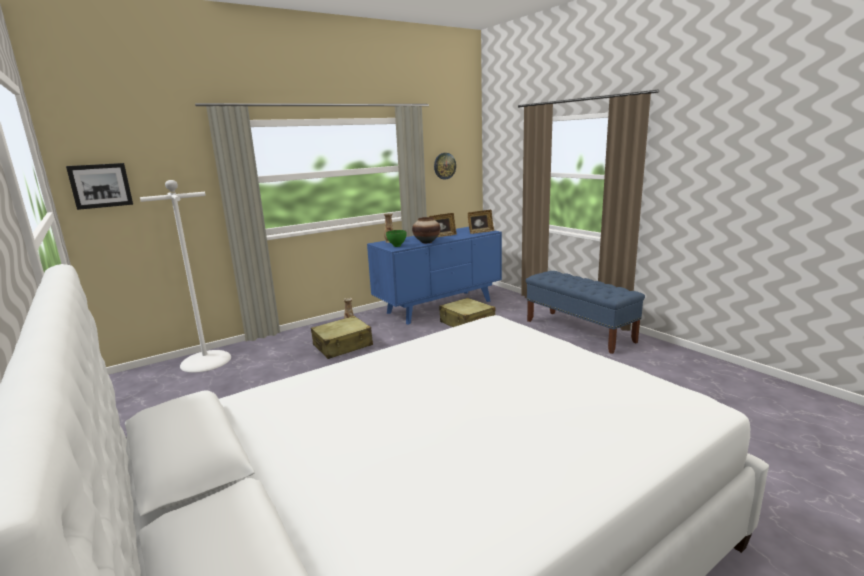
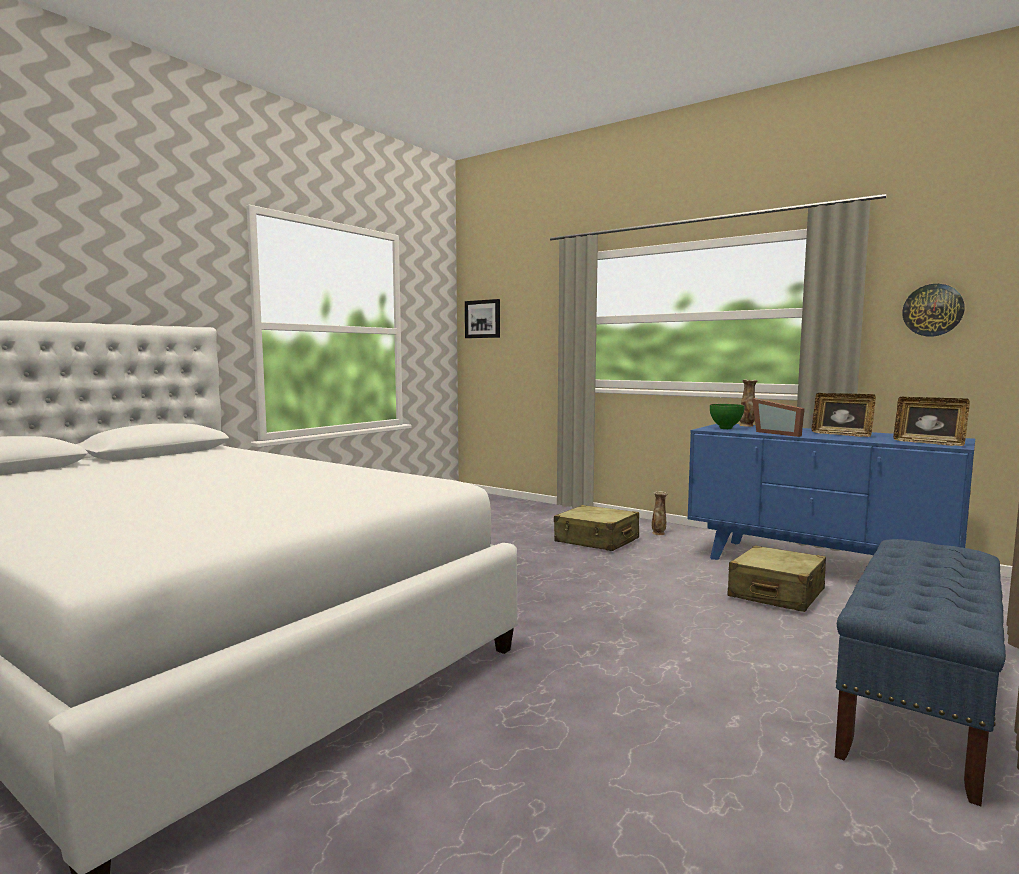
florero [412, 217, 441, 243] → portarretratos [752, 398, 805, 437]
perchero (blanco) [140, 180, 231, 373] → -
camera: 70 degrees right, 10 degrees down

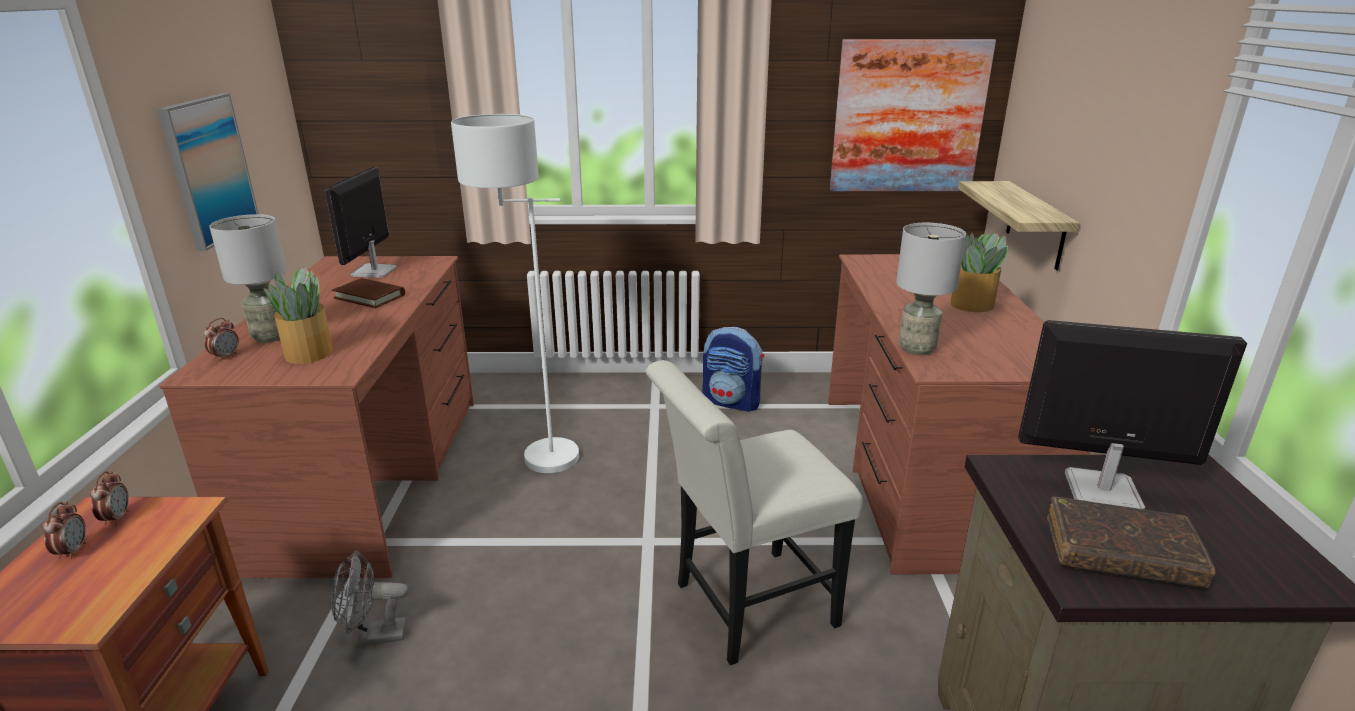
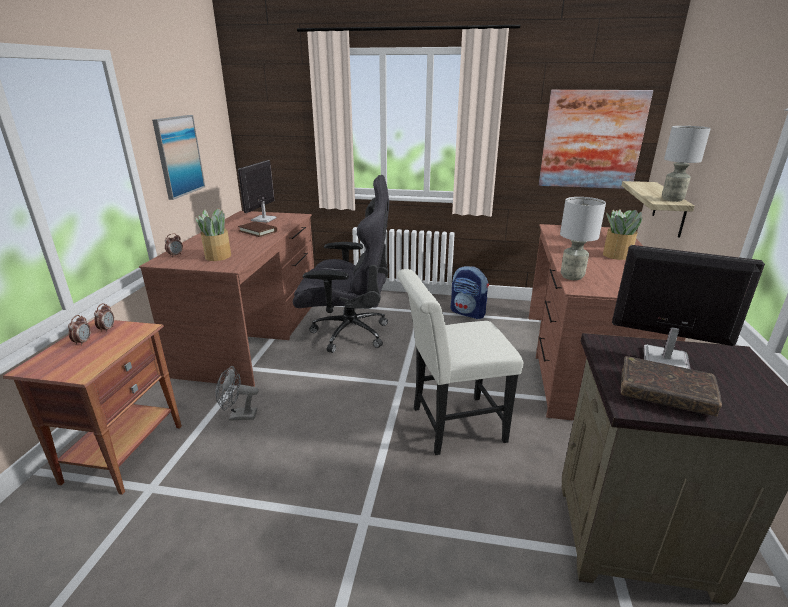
lámpara de pie (blanco) [451, 114, 579, 473] → silla de oficina (negro) [293, 175, 389, 353]
lámpara de mesa (gris) [209, 214, 287, 343] → lámpara de mesa (gris) [662, 126, 711, 202], moved
camera: 10 degrees right, 0 degrees up

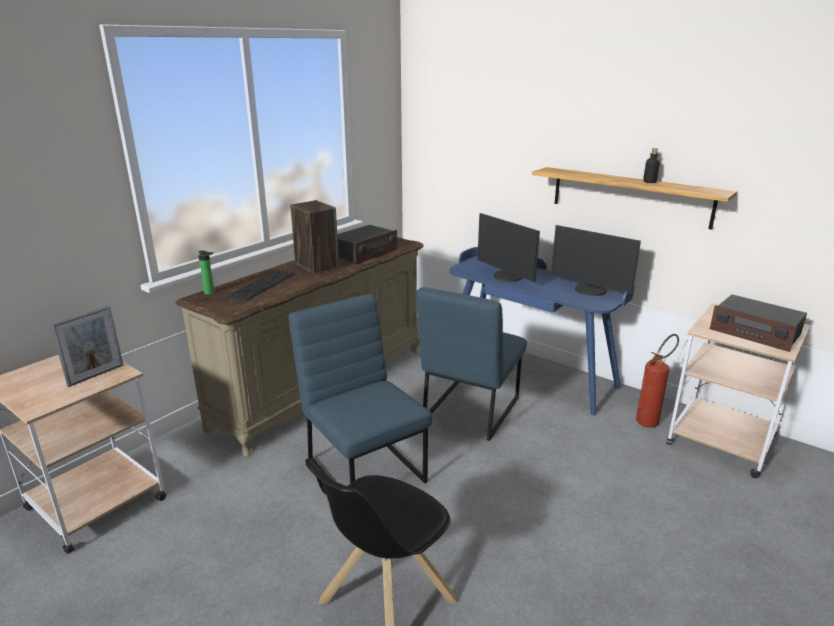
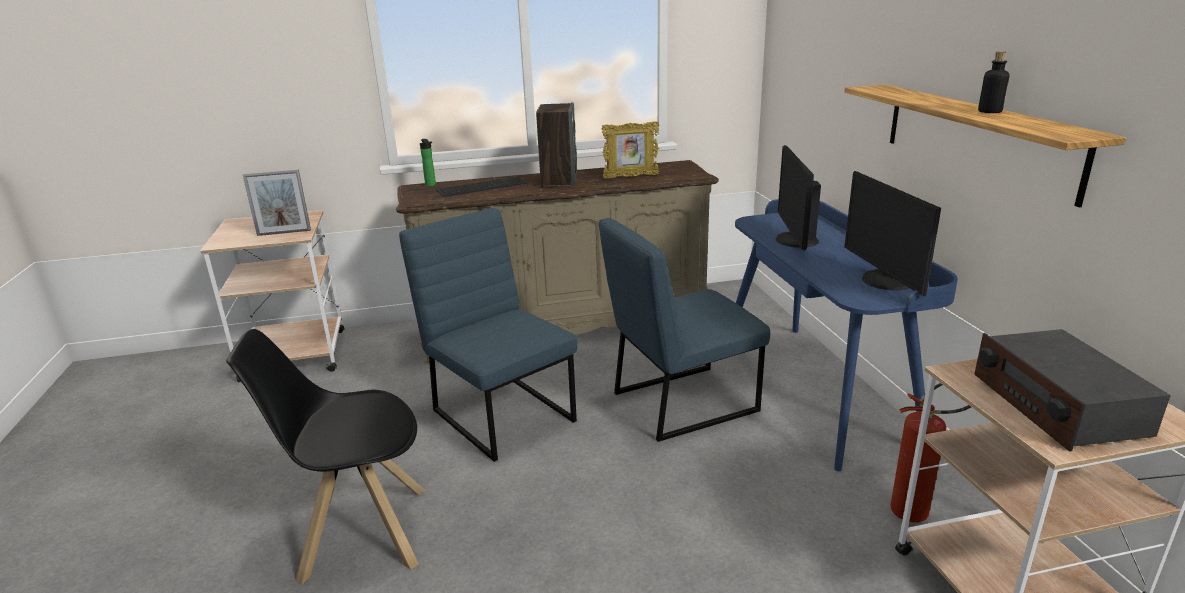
silla (azul) [289, 294, 432, 484] → silla (azul) [399, 208, 578, 462], 45 degrees counterclockwise
radio [337, 225, 397, 264] → portarretratos [602, 121, 659, 179]
camera: 40 degrees right, 0 degrees up

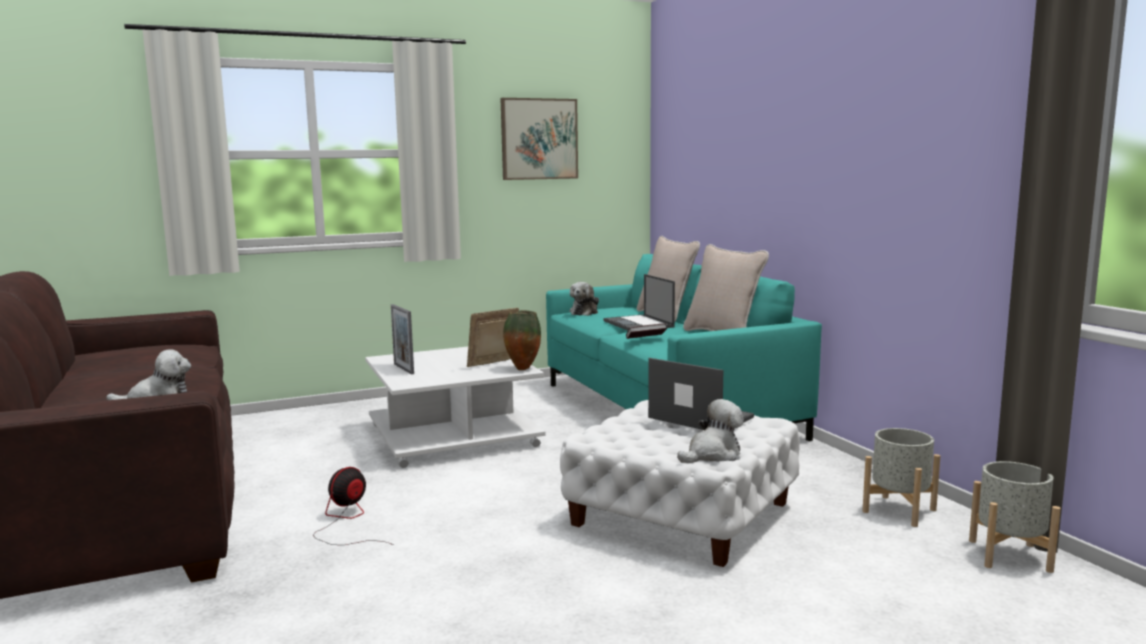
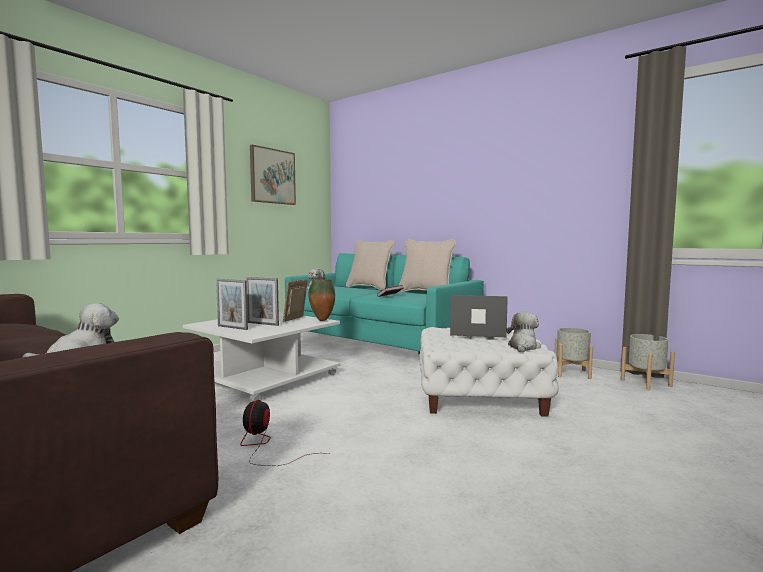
- → portarretratos [246, 277, 279, 326]
portátil [603, 274, 675, 331] → -
camera: 30 degrees left, 5 degrees down

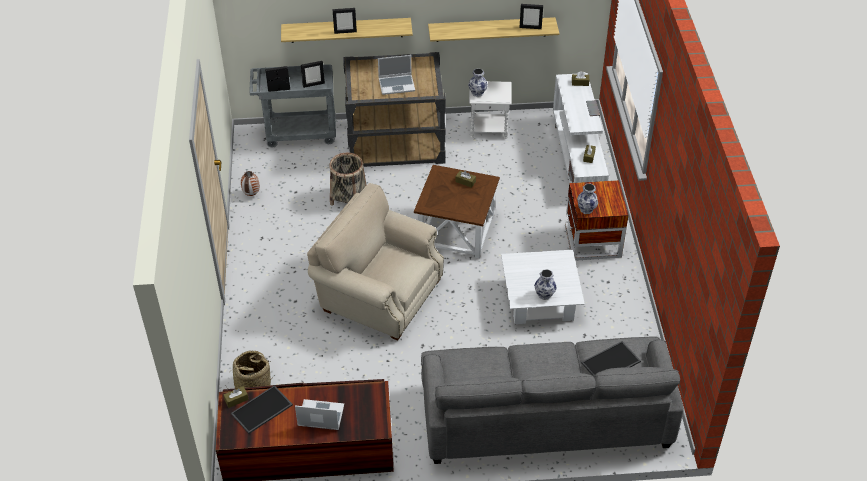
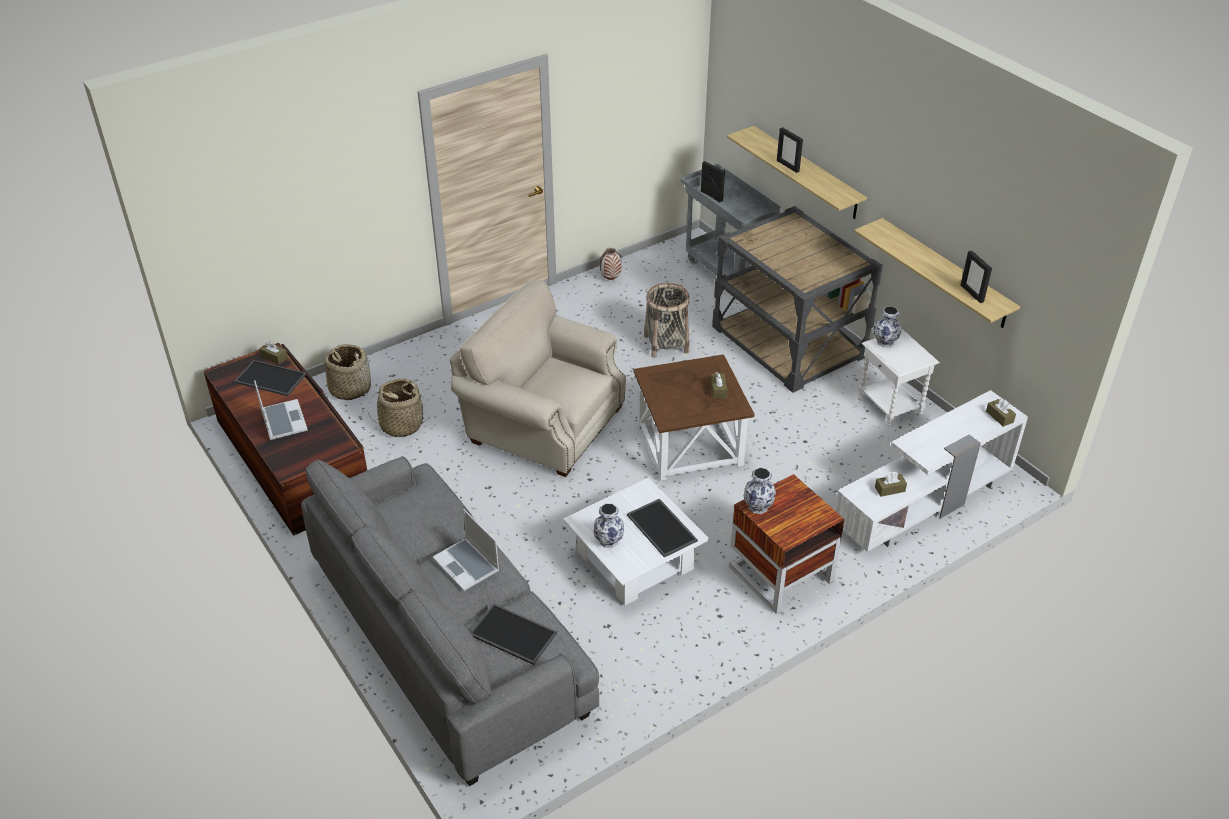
- → cesta [368, 378, 428, 437]
portátil [378, 55, 415, 95] → portátil [433, 509, 499, 591], moved
sillón (beis) [307, 183, 444, 341] → sillón (beis) [450, 278, 626, 477], 60 degrees counterclockwise
- → bandeja [627, 498, 698, 558]
portarretratos [301, 61, 325, 88] → -
camera: 60 degrees right, 5 degrees down

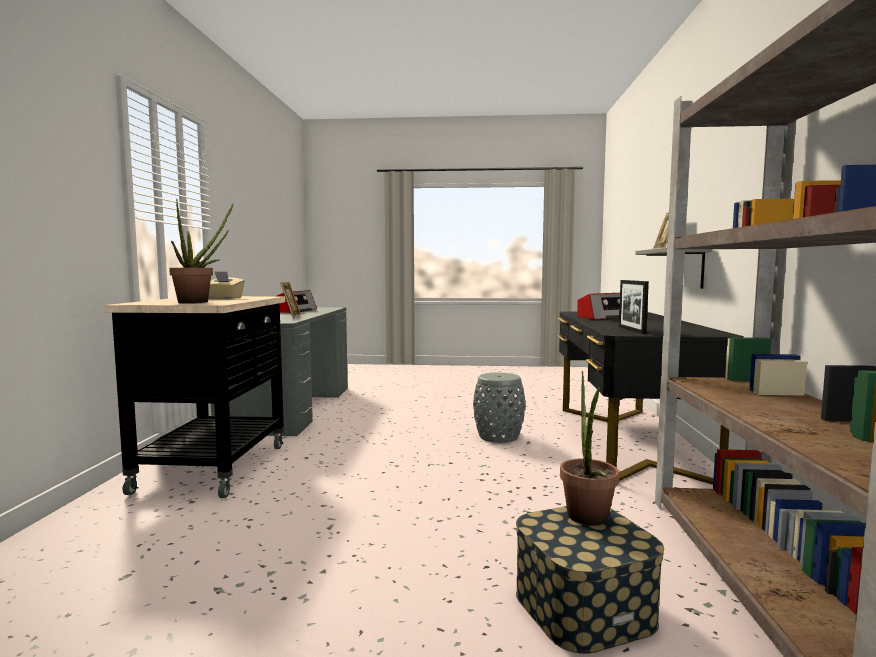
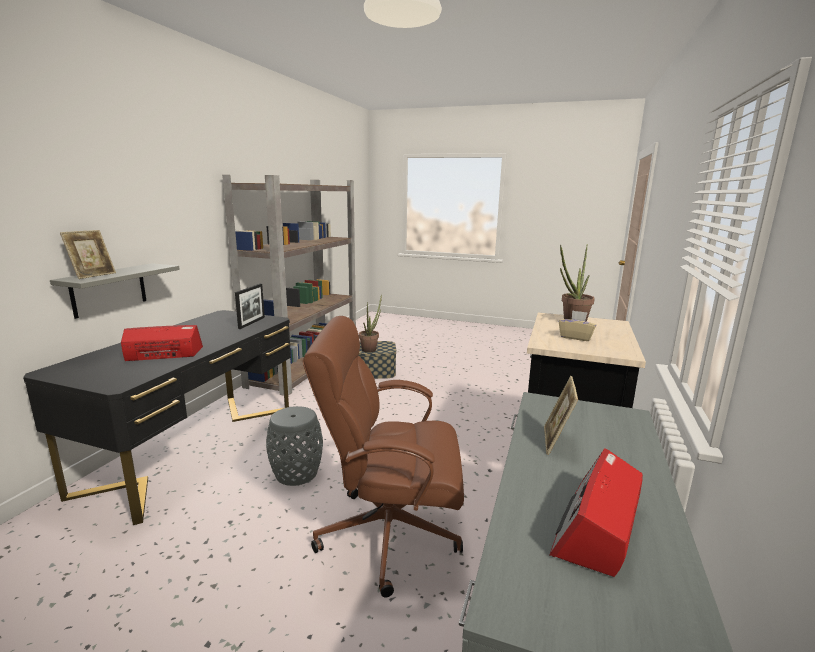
- → silla de oficina (marrón) [303, 316, 464, 598]
camera: 165 degrees left, 10 degrees up

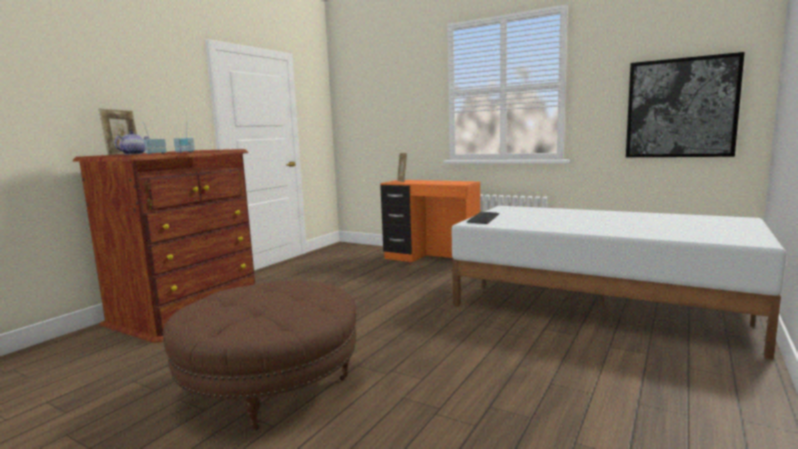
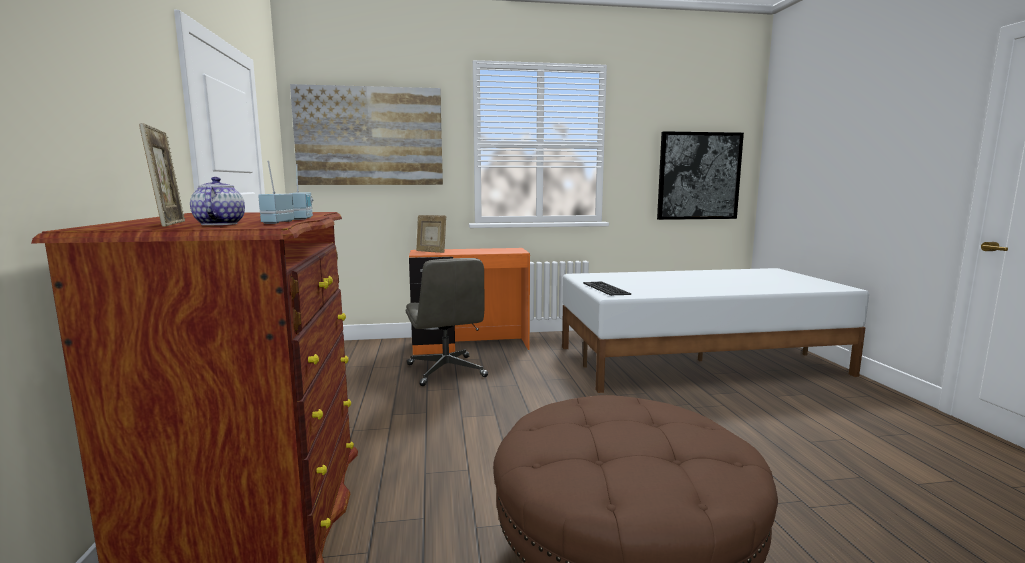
- → cuadro [290, 84, 443, 185]
- → silla de oficina (gris) [406, 258, 488, 386]
camera: 40 degrees left, 0 degrees up

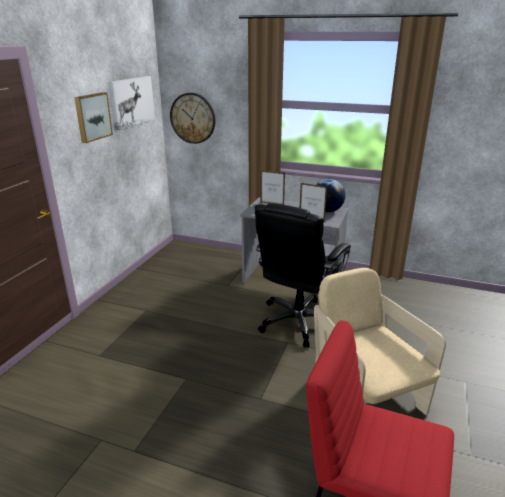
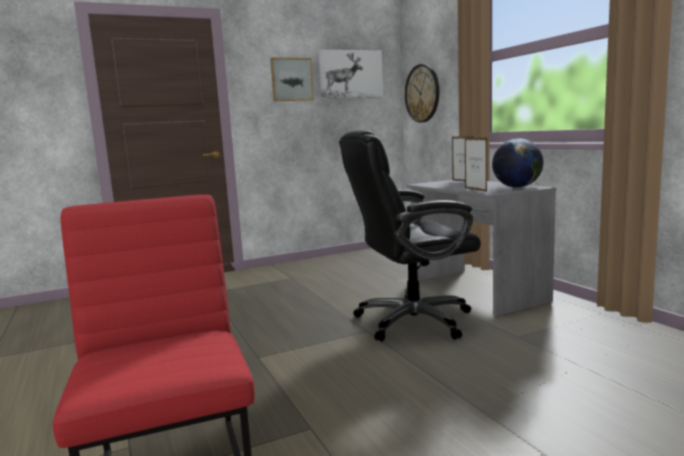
sillón (beis) [314, 268, 446, 415] → -
camera: 45 degrees right, 15 degrees down

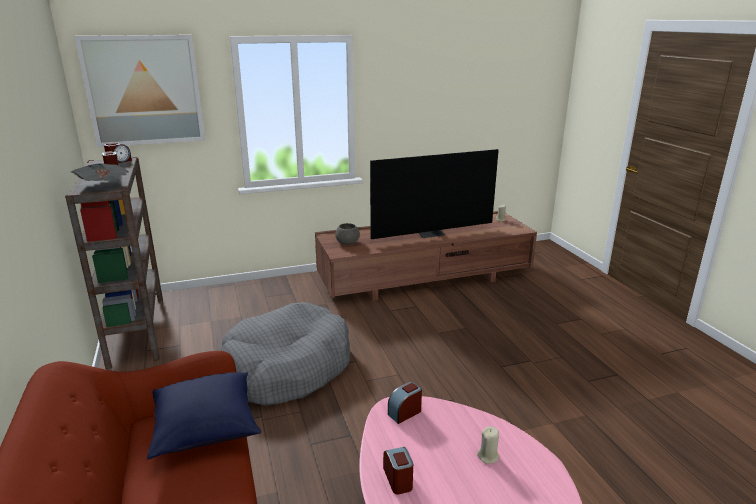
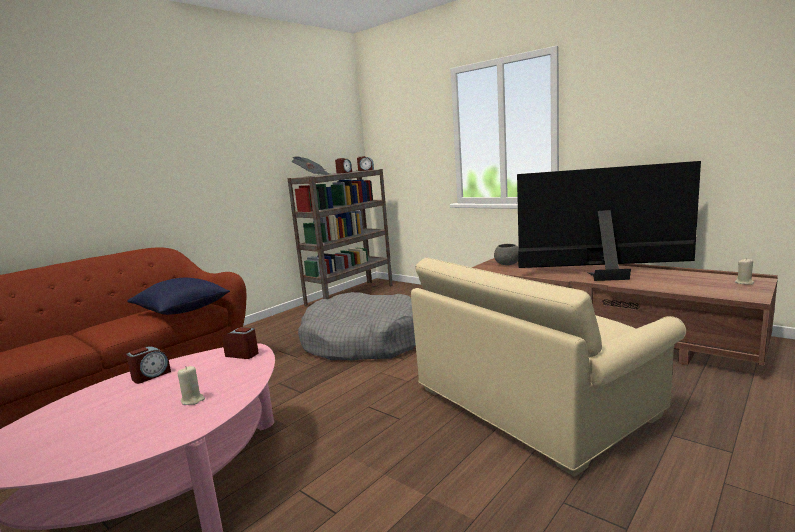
- → sillón (beis) [411, 257, 686, 477]
televisor [370, 149, 499, 239] → televisor [517, 161, 701, 281], 150 degrees clockwise
cuadro [75, 35, 205, 147] → -
camera: 60 degrees right, 10 degrees down

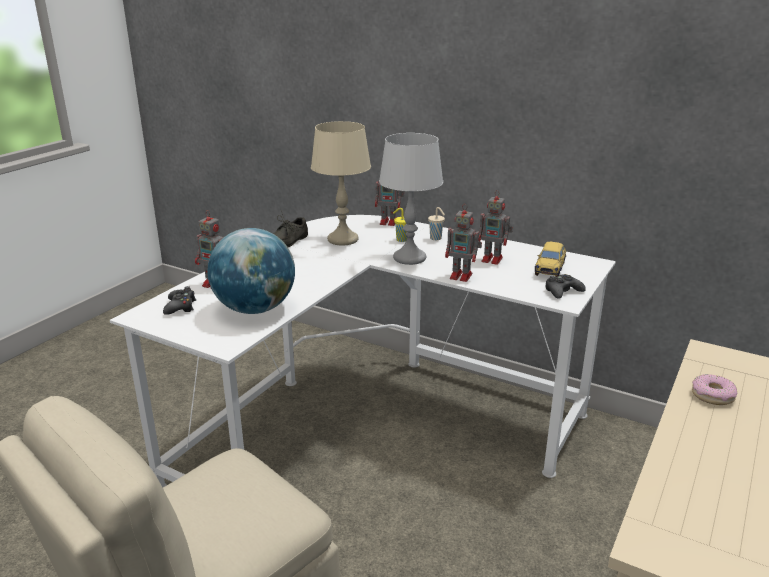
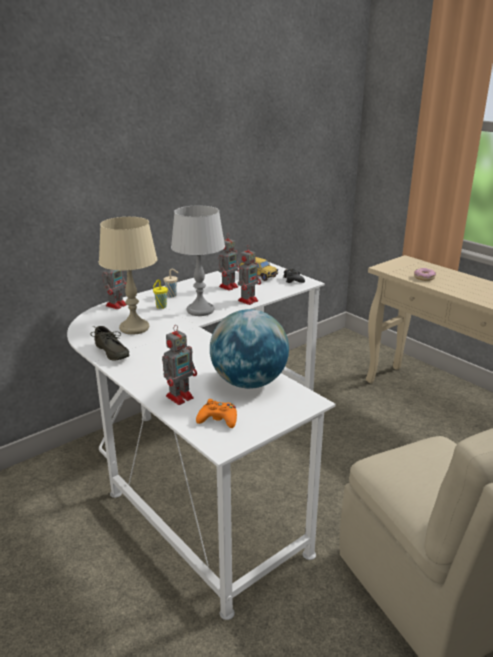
mando de consola (negro) [163, 286, 196, 315] → mando de consola (naranja) [196, 399, 237, 428]
camera: 70 degrees left, 0 degrees up

